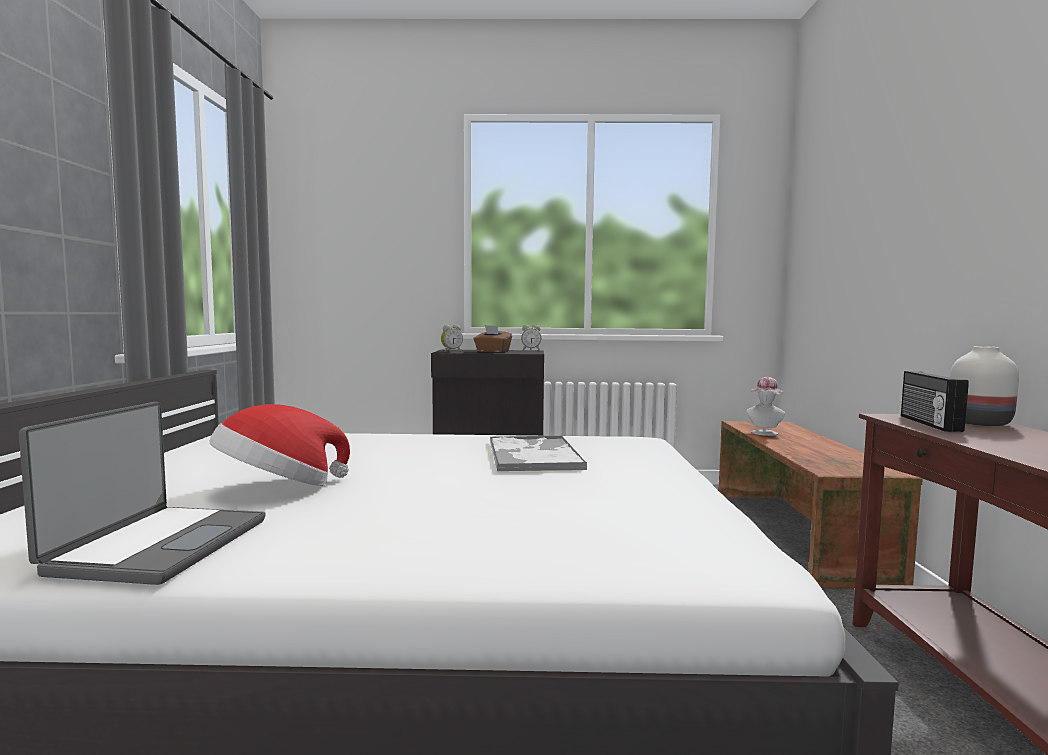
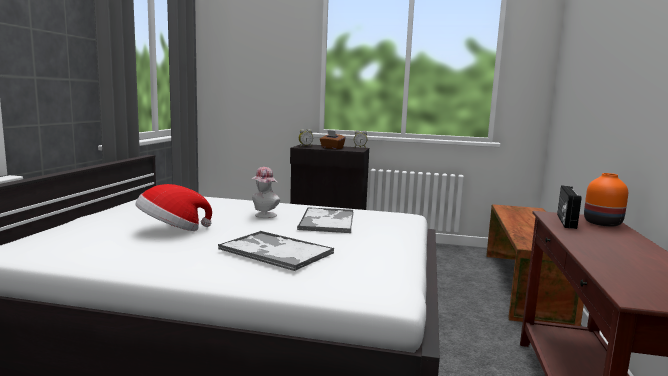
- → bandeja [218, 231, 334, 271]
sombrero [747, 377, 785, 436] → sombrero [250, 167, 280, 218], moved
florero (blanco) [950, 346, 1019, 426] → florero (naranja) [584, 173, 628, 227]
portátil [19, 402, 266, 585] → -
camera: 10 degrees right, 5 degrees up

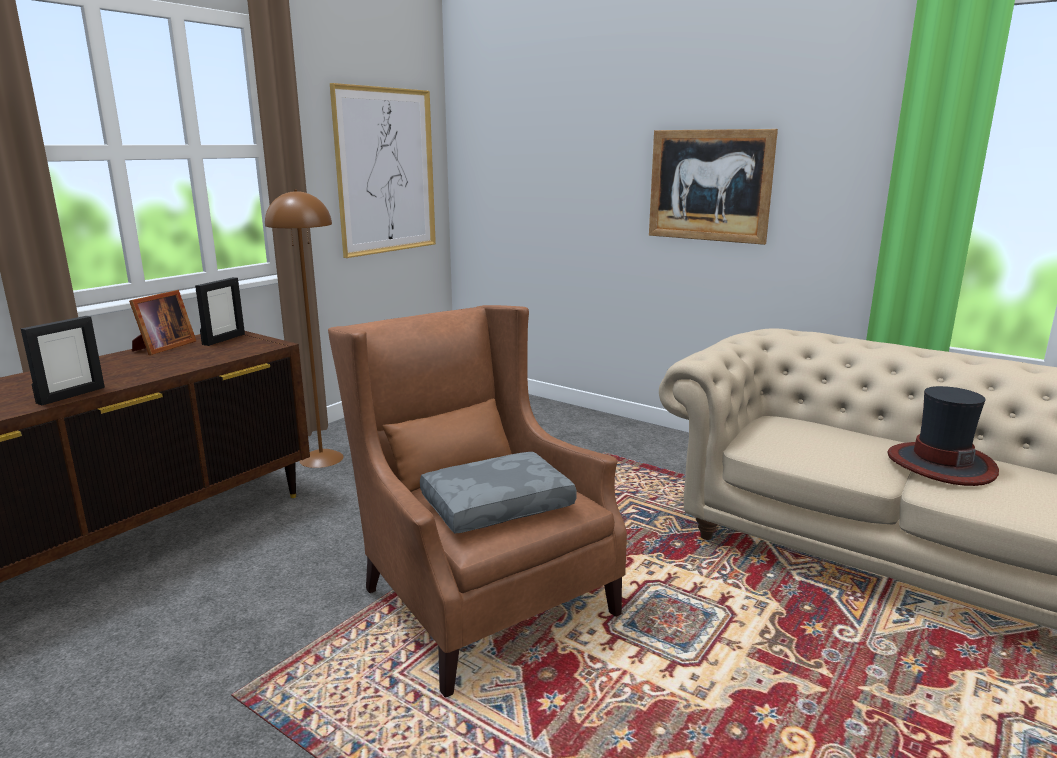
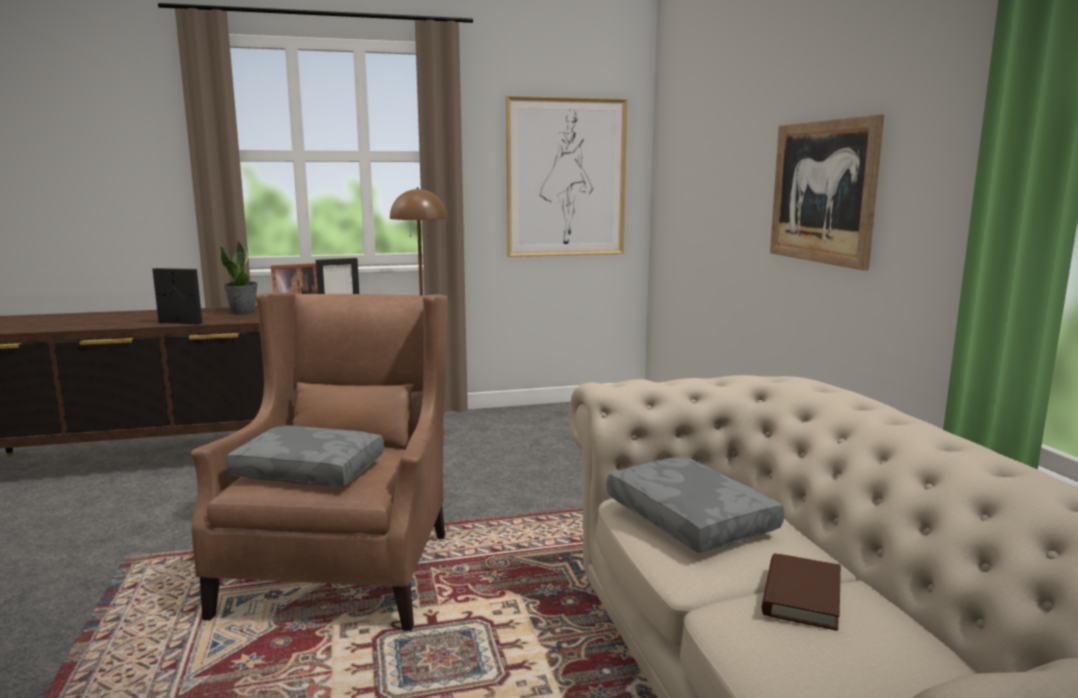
portarretratos [21, 316, 105, 405] → portarretratos [152, 268, 202, 325], 150 degrees counterclockwise
- → planta en maceta [220, 240, 258, 315]
- → cojín (gris) [606, 457, 784, 553]
sombrero [887, 386, 999, 486] → libro (marrón) [762, 553, 841, 631]
camera: 40 degrees right, 5 degrees down

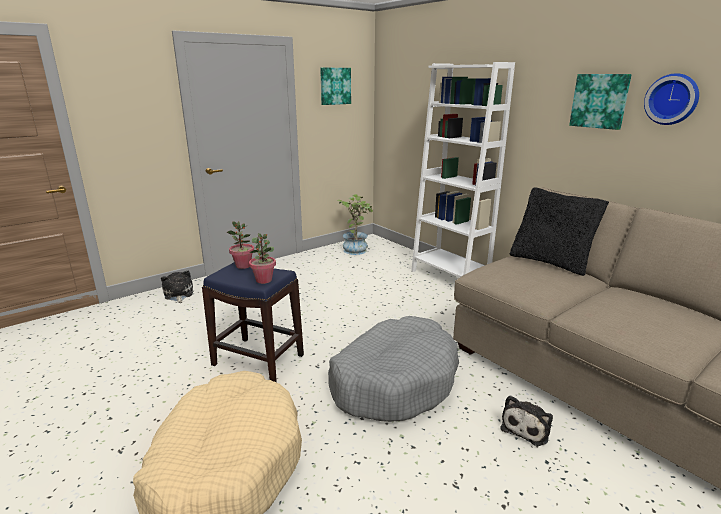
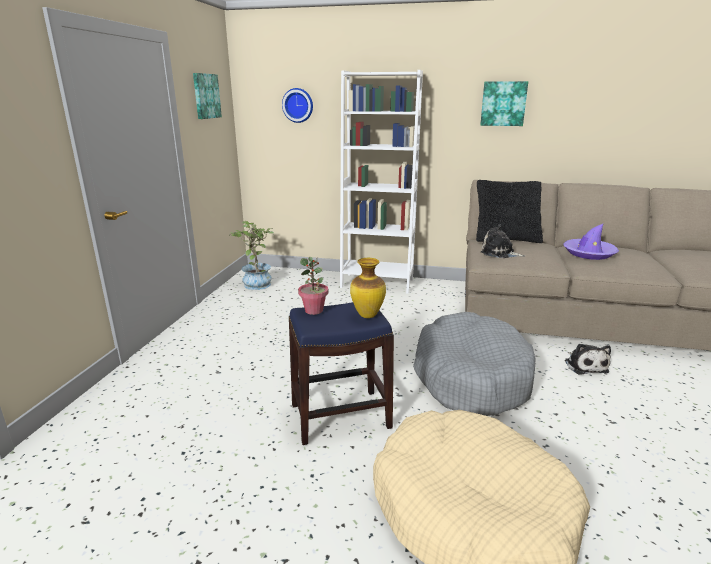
reloj de pared [644, 73, 699, 125] → reloj de pared [282, 88, 313, 123], moved
planta en maceta [249, 233, 276, 284] → florero [350, 258, 386, 318]
peluche [161, 270, 193, 303] → peluche [481, 224, 525, 258], moved
- → sombrero (morado) [563, 224, 619, 260]
camera: 40 degrees left, 0 degrees up

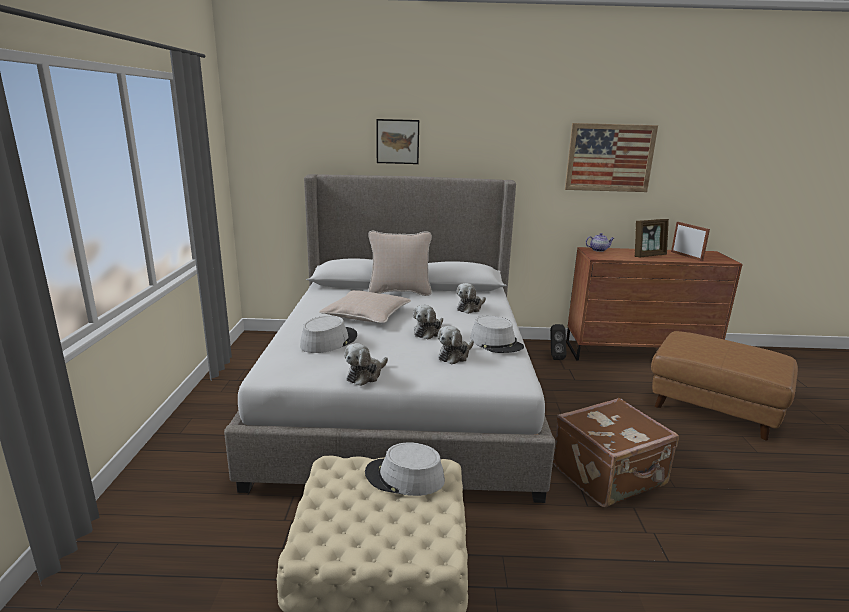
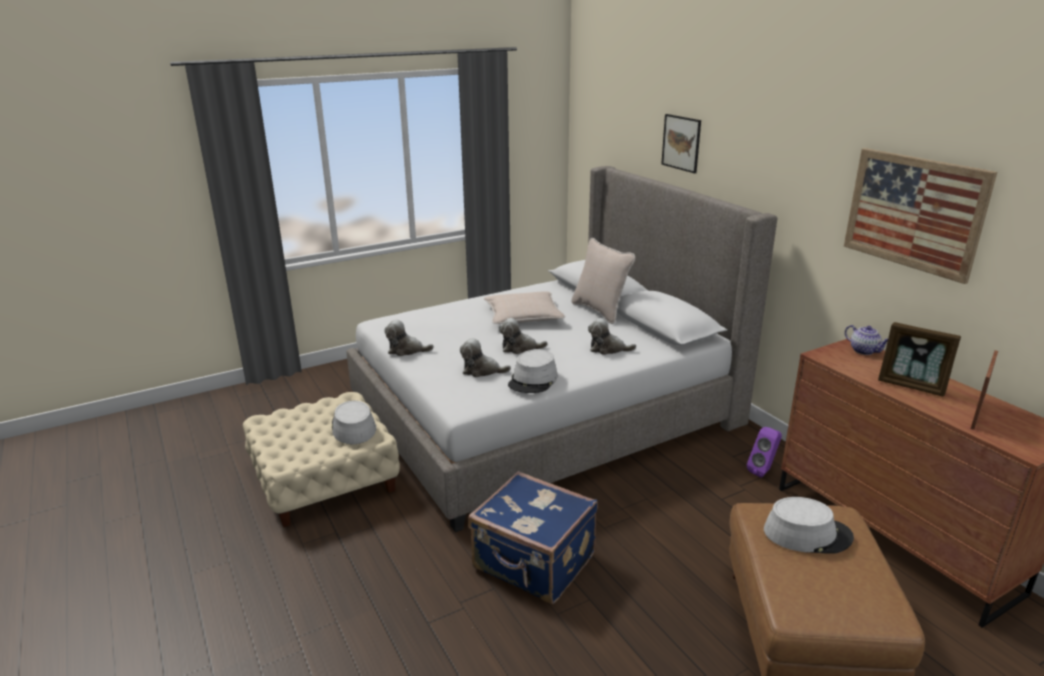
maleta (marrón) [553, 398, 679, 507] → maleta (azul) [468, 471, 598, 604]
altavoz (negro) [550, 324, 567, 360] → altavoz (morado) [747, 427, 782, 478]
sombrero (gris) [300, 316, 357, 353] → sombrero (gris) [764, 497, 854, 554], moved
camera: 60 degrees right, 5 degrees up

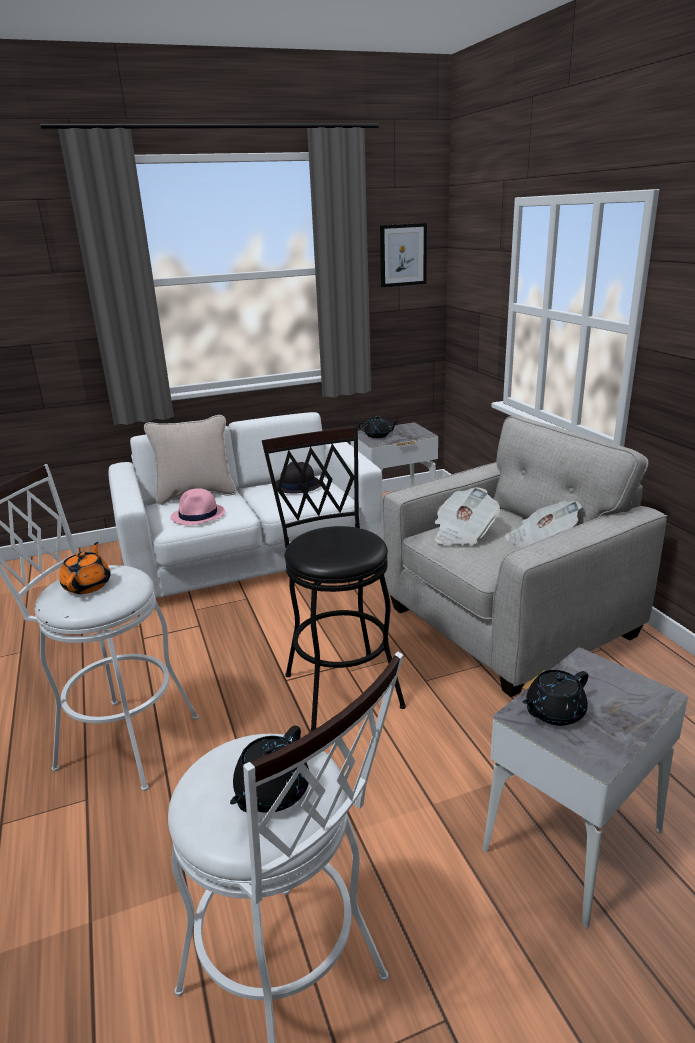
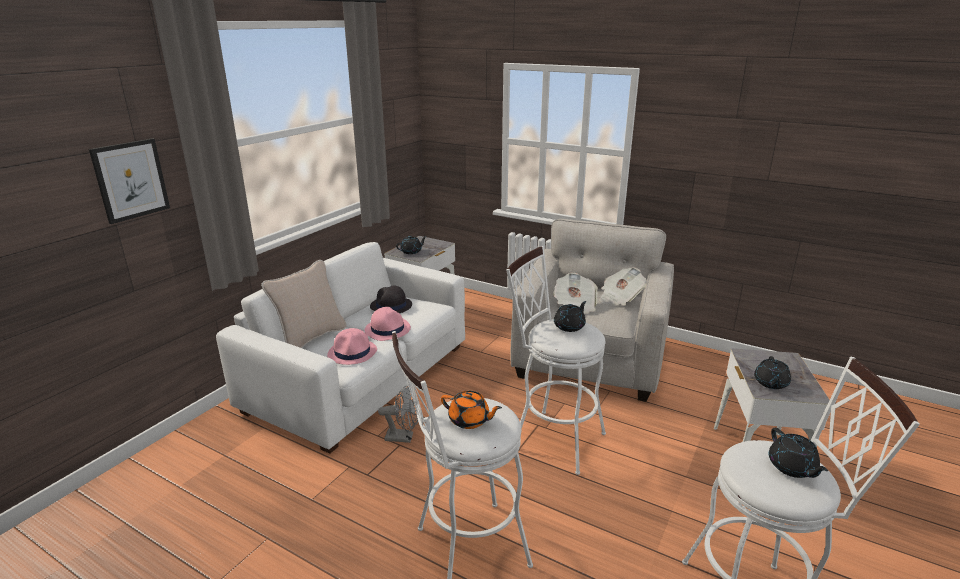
cuadro [380, 223, 427, 287] → cuadro [89, 138, 170, 224], moved
- → sombrero (rosa) [365, 307, 411, 341]
- → ventilador (gris) [378, 386, 419, 443]
tetera (naranja) [60, 542, 111, 594] → tetera (naranja) [441, 391, 502, 429], 150 degrees clockwise
taburete (negro) [262, 427, 406, 732] → taburete (blanco) [506, 246, 606, 475]
- → tetera (negro) [554, 301, 586, 332]
camera: 40 degrees left, 0 degrees up

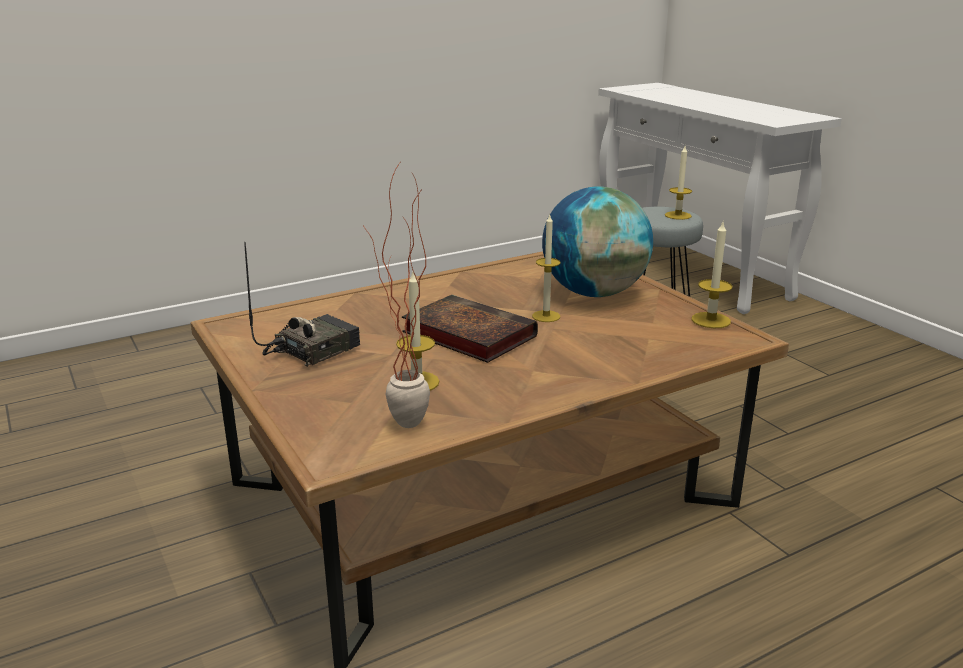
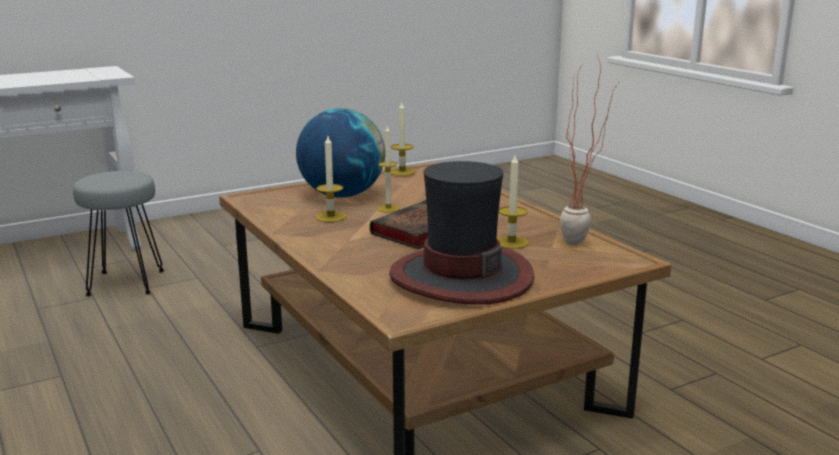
vela [665, 146, 692, 220] → vela [315, 136, 347, 222], moved
radio [245, 242, 360, 367] → sombrero [389, 161, 534, 305]
camera: 90 degrees left, 5 degrees down

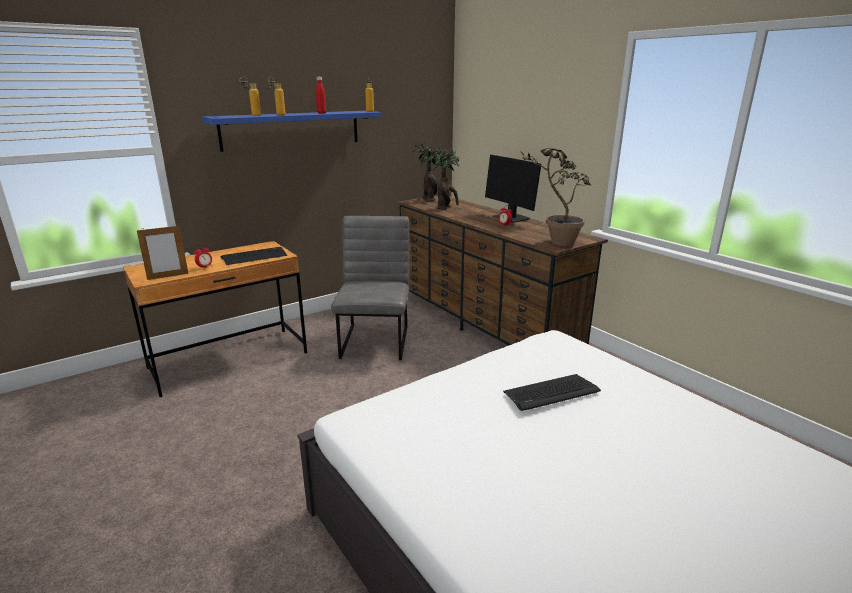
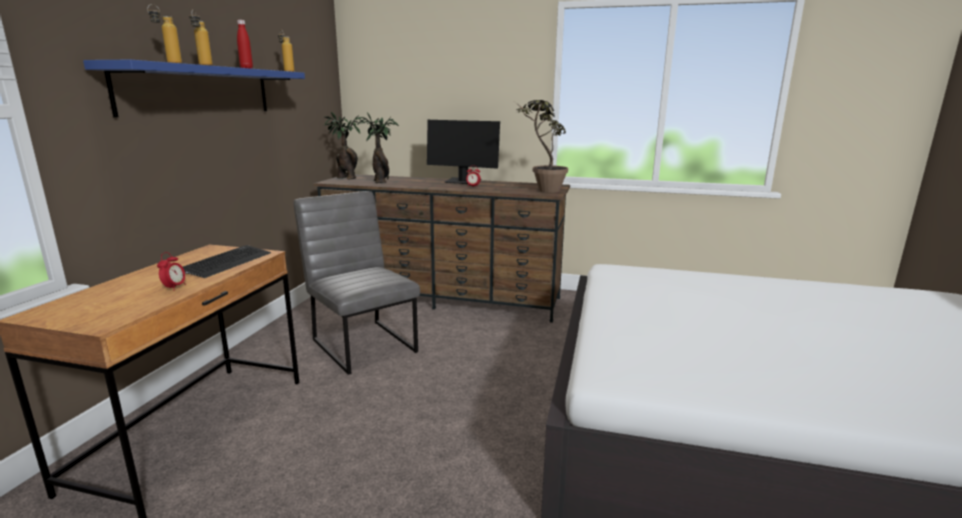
portarretratos [137, 226, 188, 280] → -
teclado [503, 374, 601, 411] → -
camera: 40 degrees left, 5 degrees down

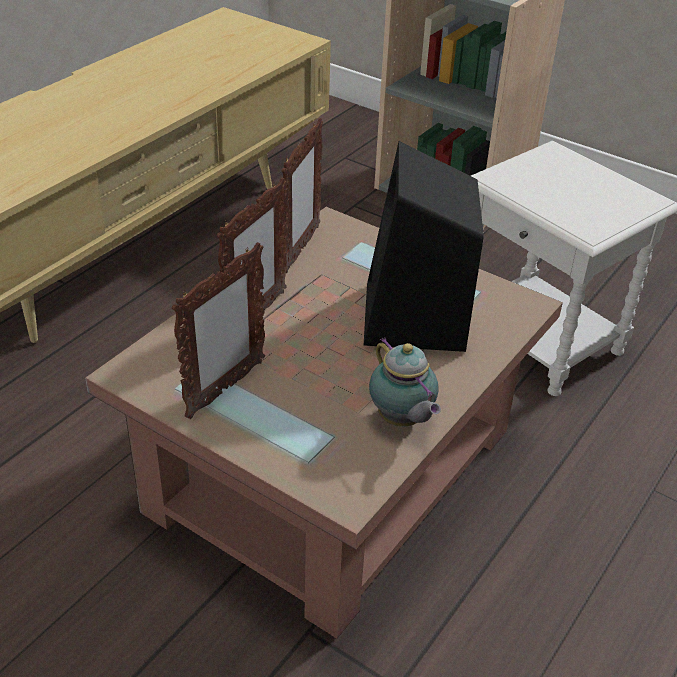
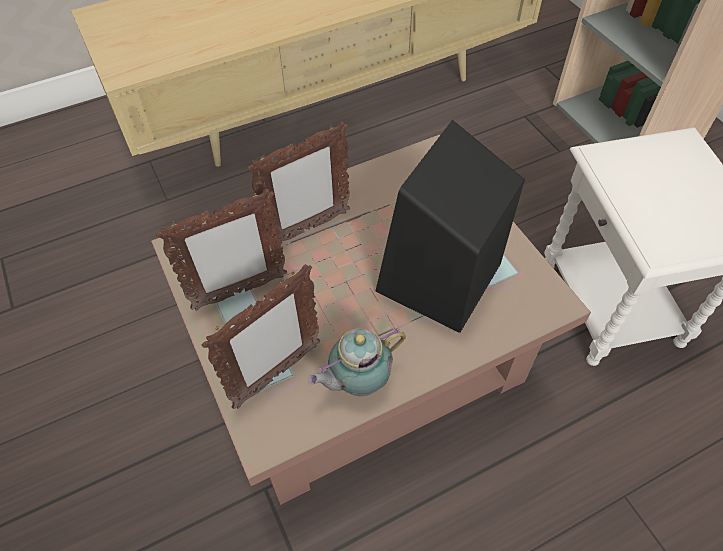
portarretratos [282, 118, 323, 273] → portarretratos [202, 264, 321, 409], moved
tetera [369, 338, 441, 426] → tetera [308, 328, 406, 396], 60 degrees clockwise
camera: 30 degrees right, 15 degrees up

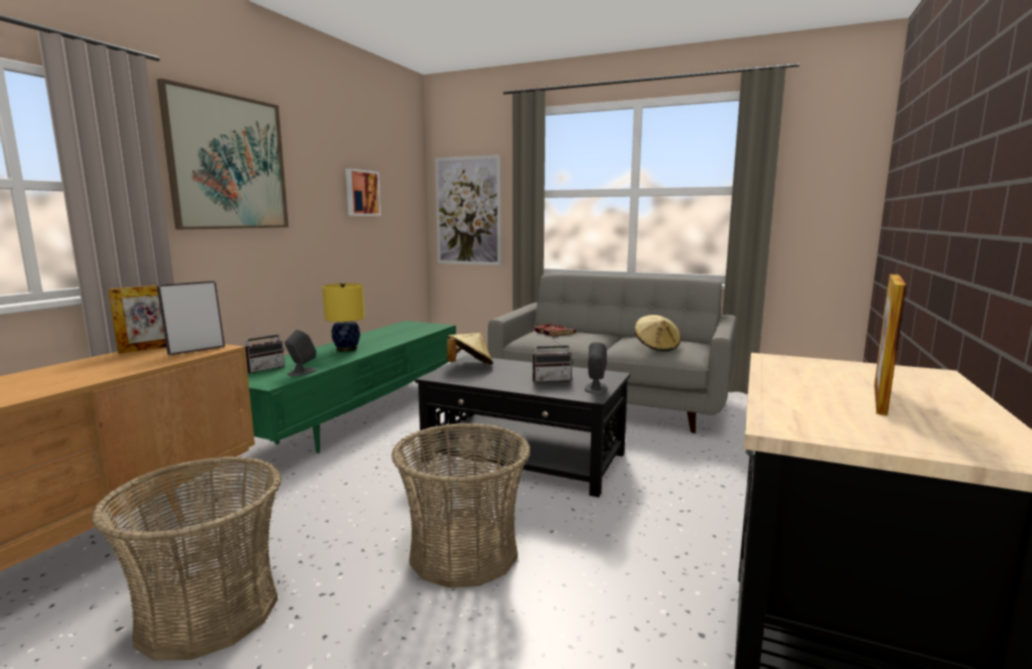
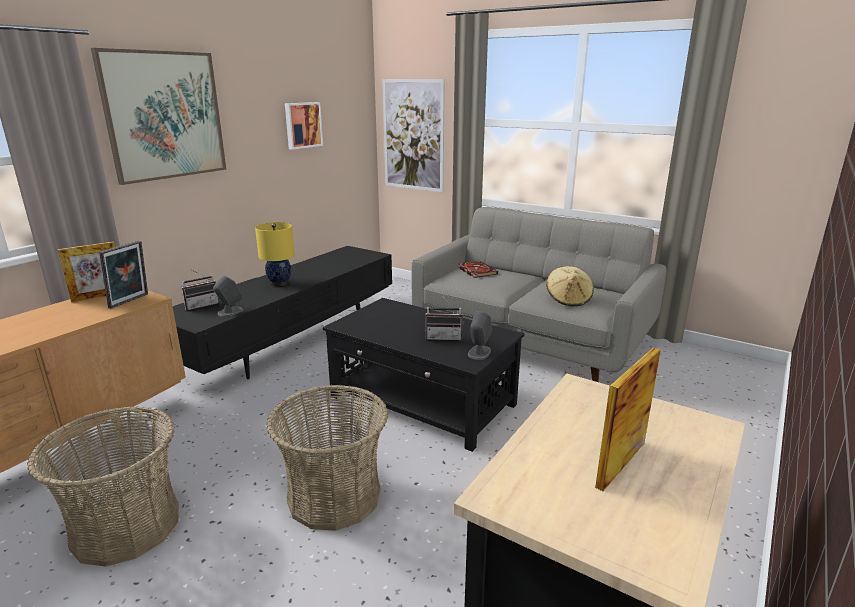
portarretratos [157, 281, 225, 355] → portarretratos [99, 241, 148, 309], 150 degrees clockwise
mueble de televisión (verde) [248, 321, 457, 453] → mueble de televisión (negro) [173, 246, 392, 379]
sombrero (beis) [447, 333, 493, 365] → -
camera: 10 degrees right, 10 degrees up

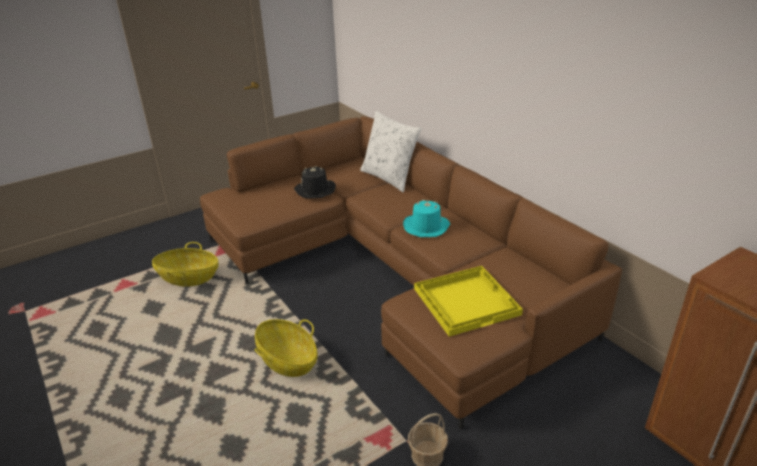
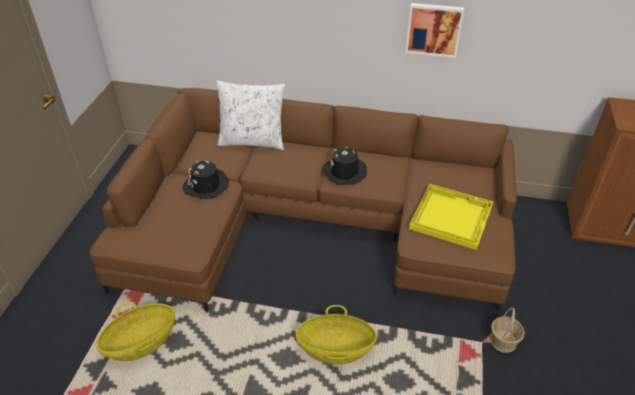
sombrero (turquesa) [403, 200, 450, 237] → sombrero (negro) [323, 146, 367, 185]
- → cuadro [405, 3, 464, 58]
camera: 45 degrees left, 10 degrees up

